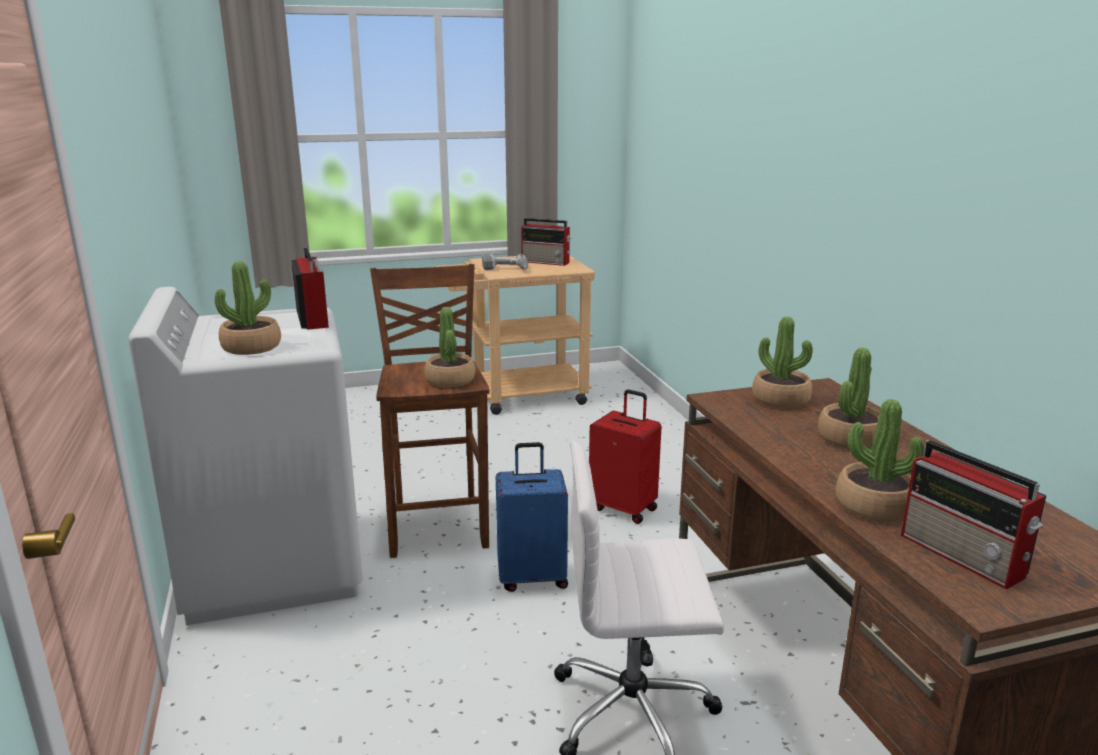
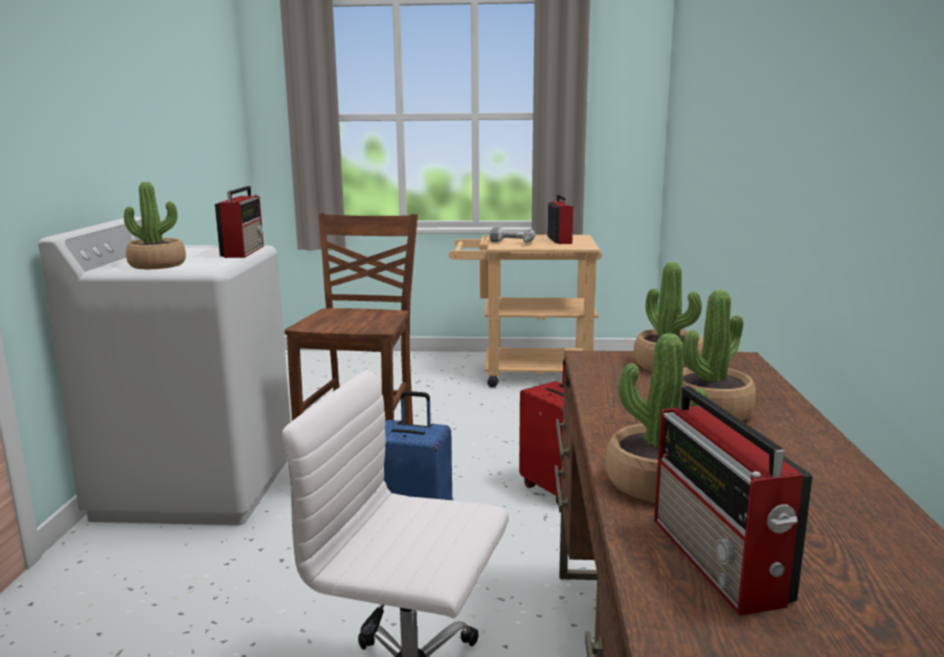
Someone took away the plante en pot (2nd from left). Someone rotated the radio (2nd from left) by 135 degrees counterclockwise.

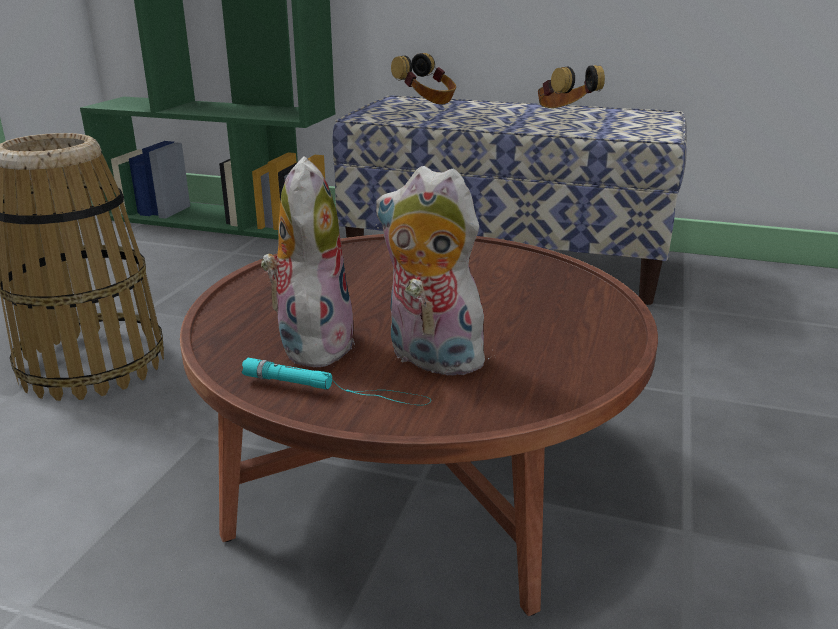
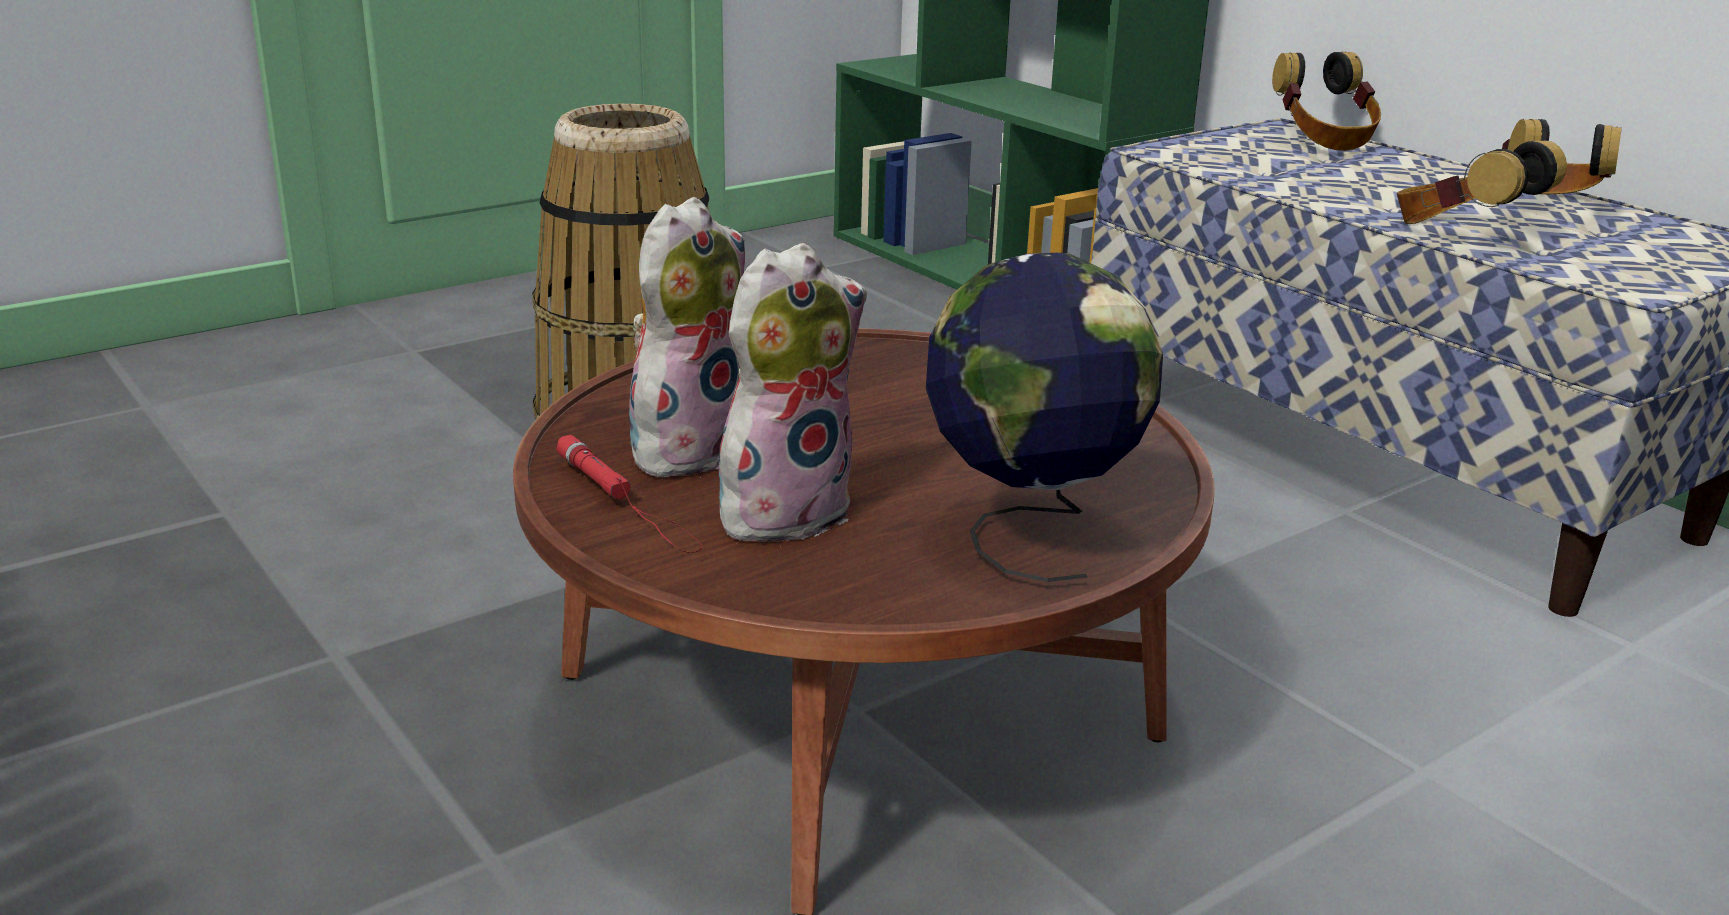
Someone put down the globe. Someone put down the casque audio (2nd from left). Someone repainted the lampe de poche (turquoise), which became the lampe de poche (rouge). Someone rotated the peluche (2nd from left) by 75 degrees clockwise.

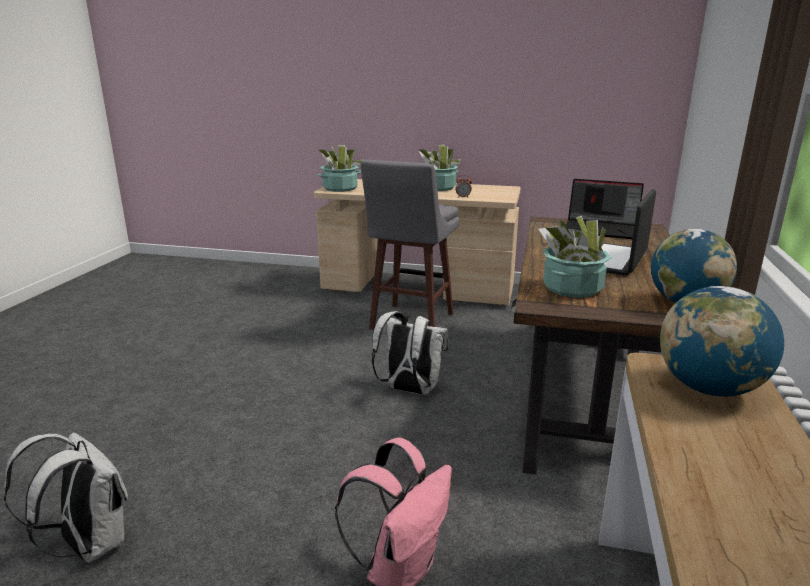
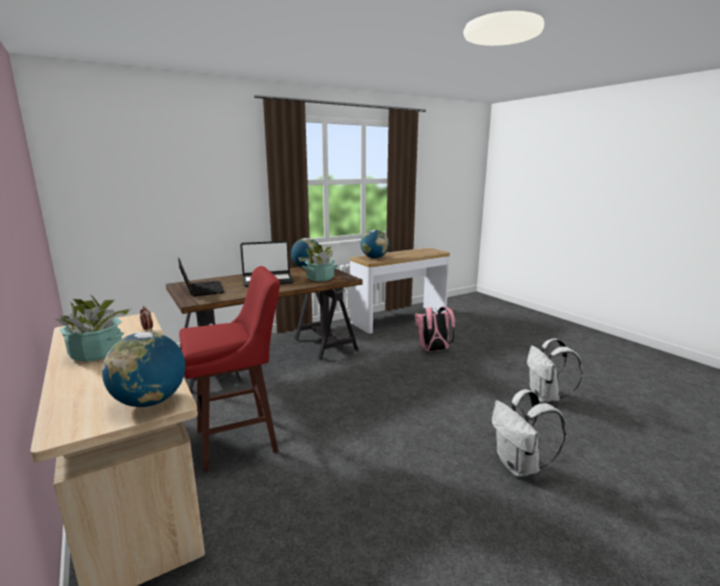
Someone carried the sac à dos (blanc) (2nd from left in the first image). Someone swapped the plante en pot (1st from left) for the globe (1st from left). Someone repainted the tabouret (gris), which became the tabouret (rouge).

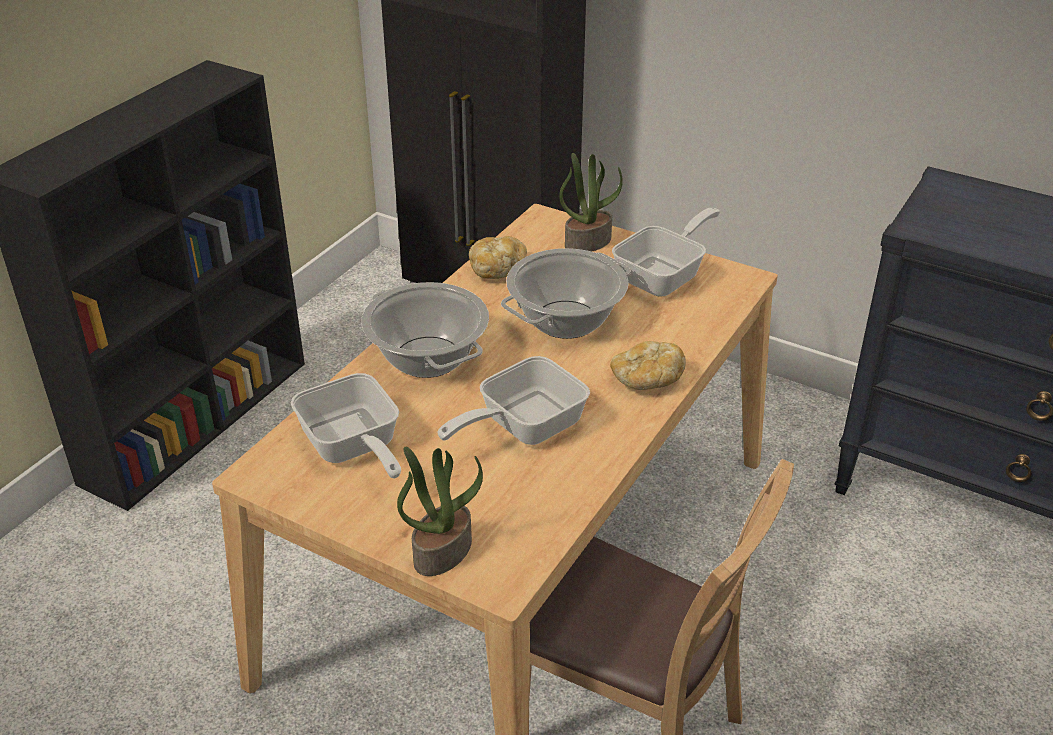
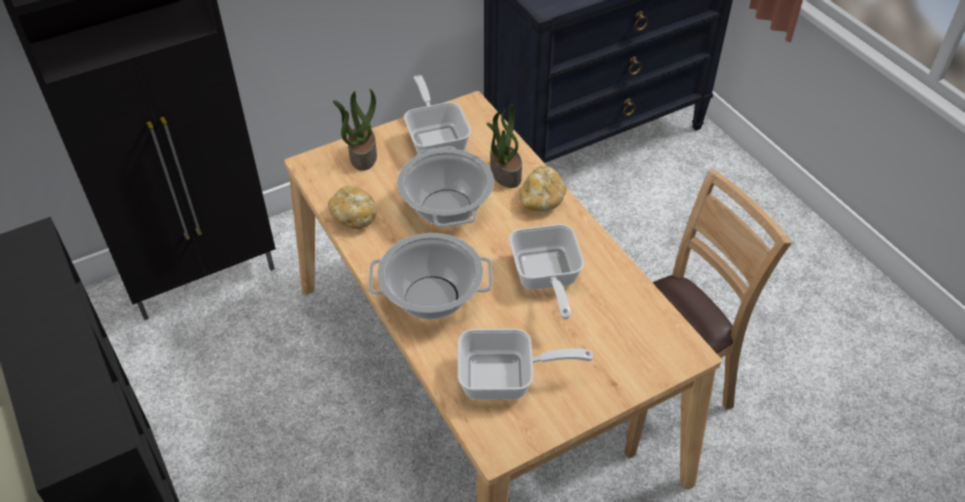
Someone carried the plante en pot (1st from left in the first image).

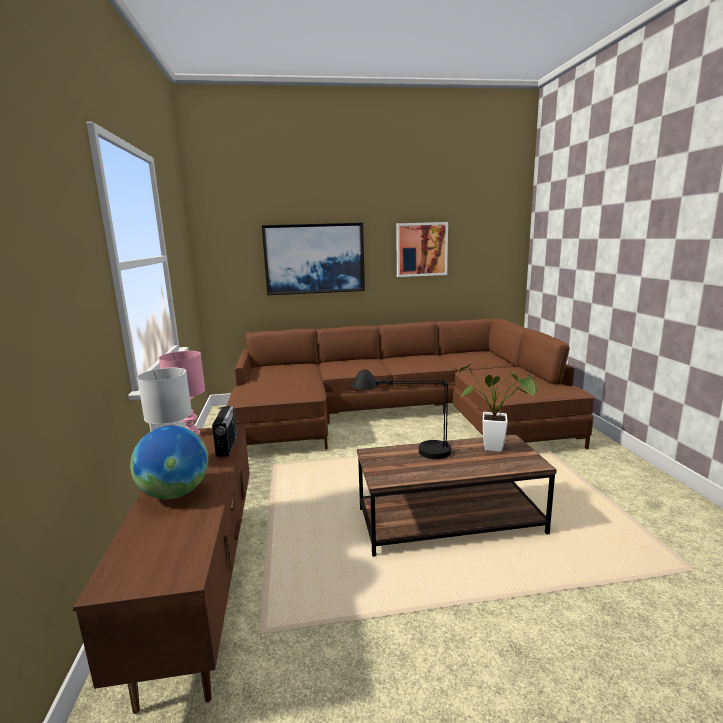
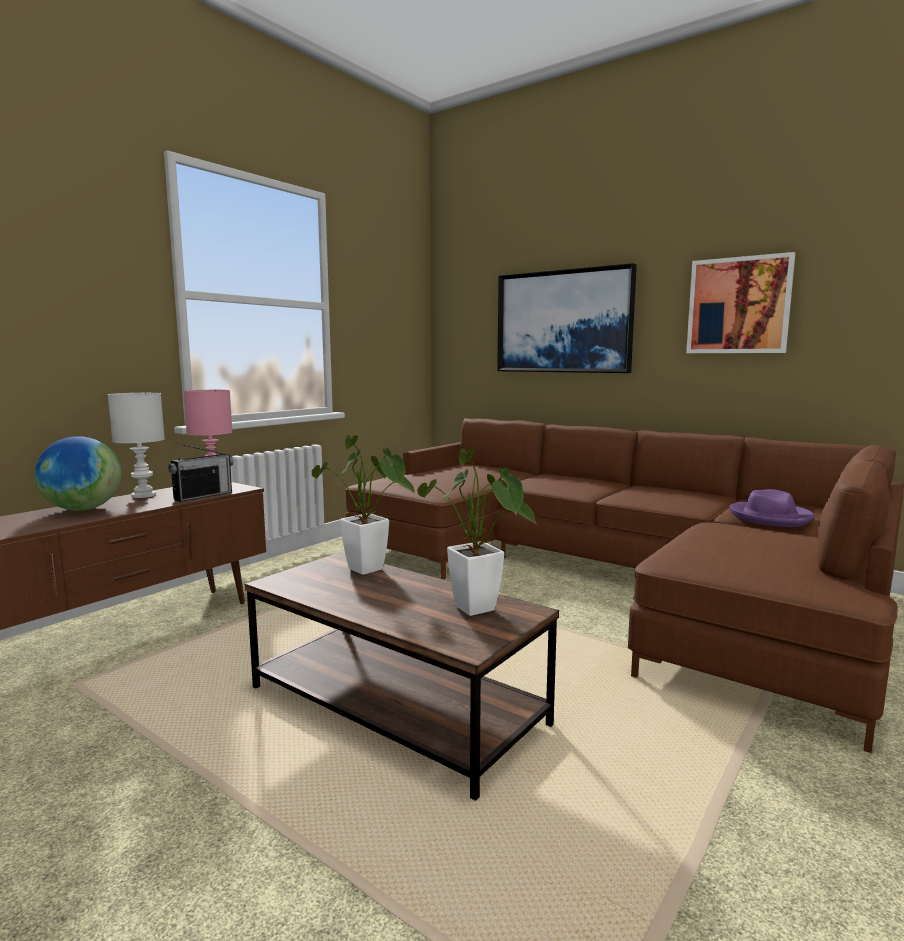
Someone put down the chapeau (violet). Someone swapped the lampe de table (noir) for the plante en pot (1st from left).

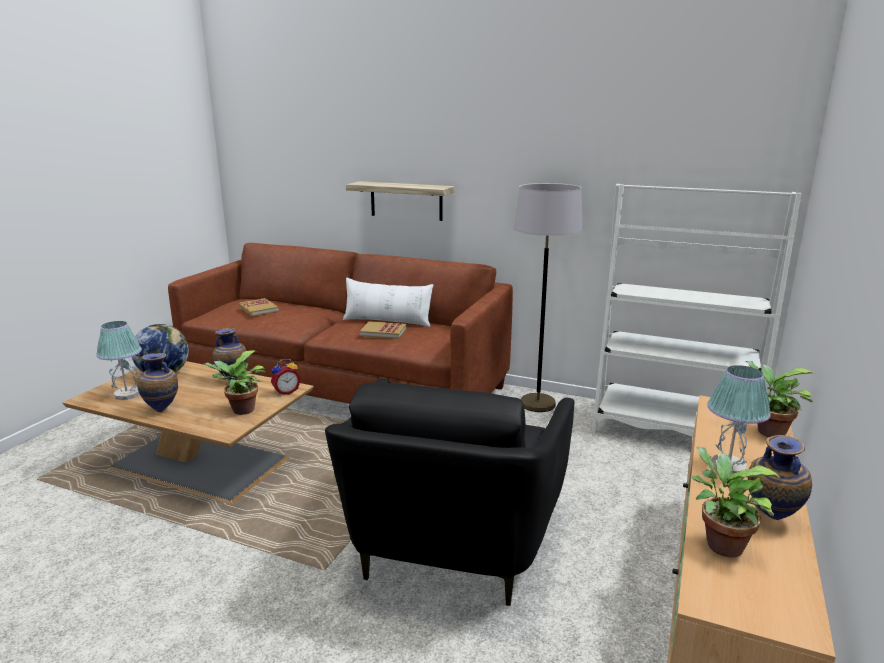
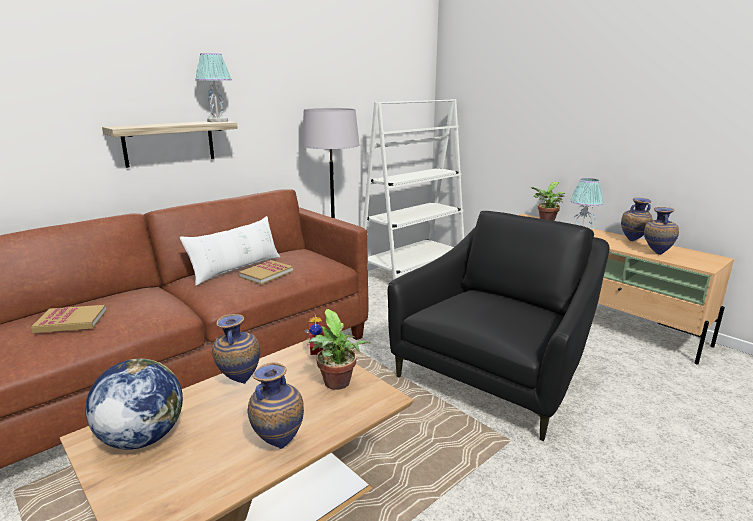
Someone carried the lampe de table (1st from left). Someone swapped the plante en pot (2nd from left) for the vase (4th from left). Someone rotated the fauteuil (noir) by 90 degrees counterclockwise.

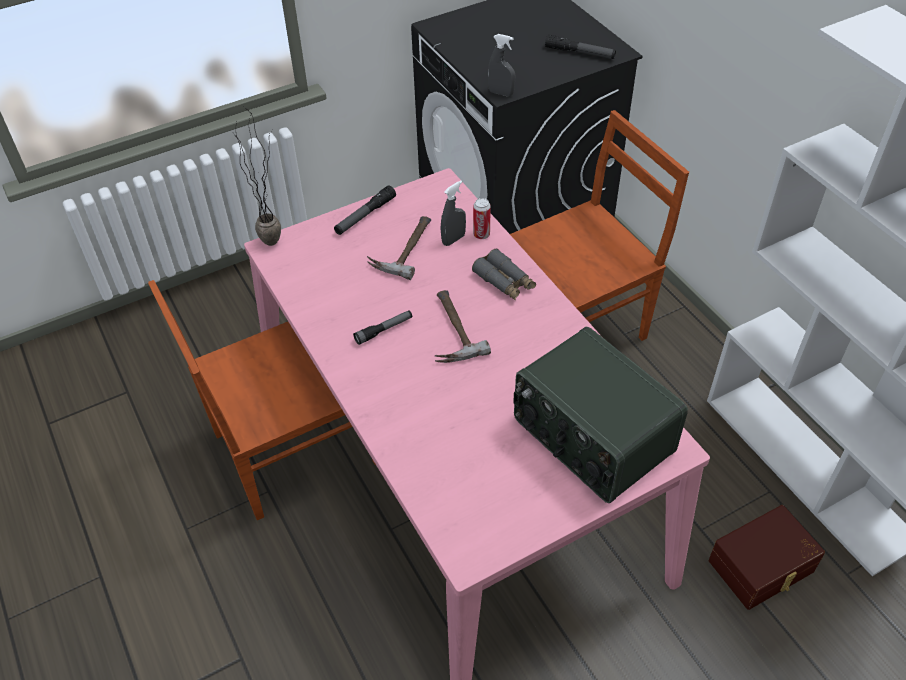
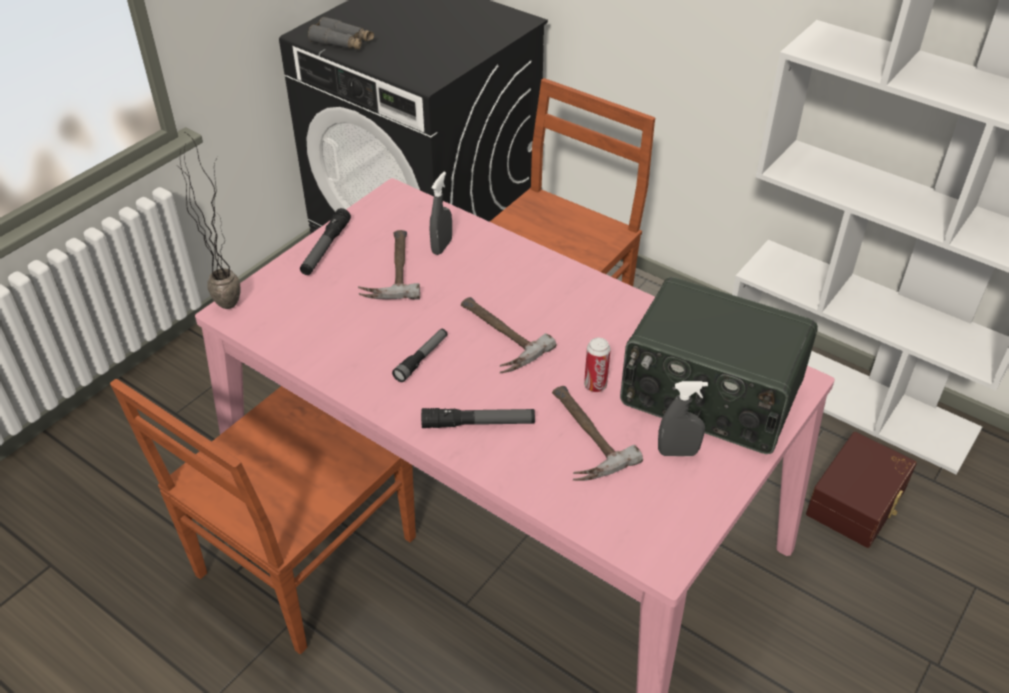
Someone put down the marteau (3rd from left). Someone carried the jumelles (gris). Someone carried the boîte métallique. Someone carried the vaporisateur (gris) (2nd from left). Someone carried the lampe de poche (3rd from left).

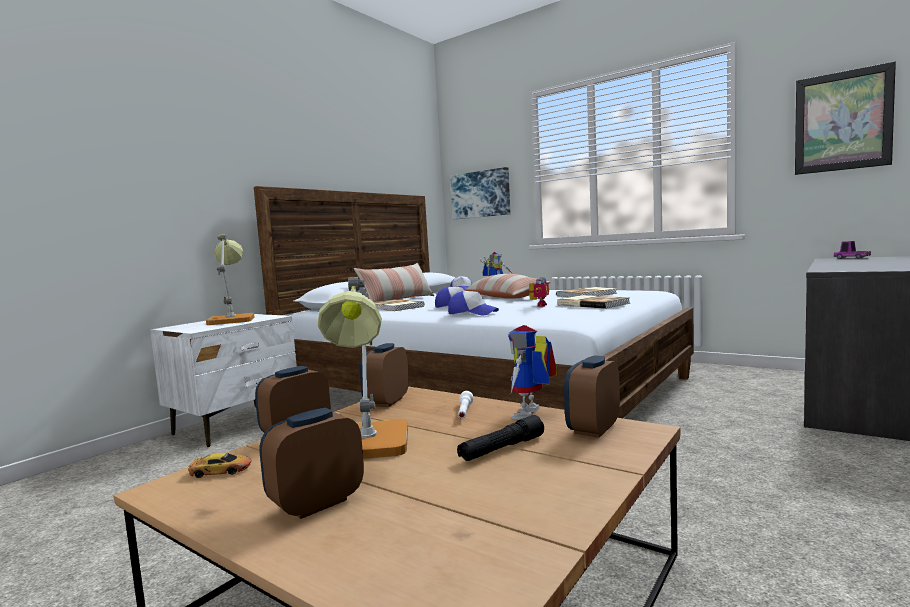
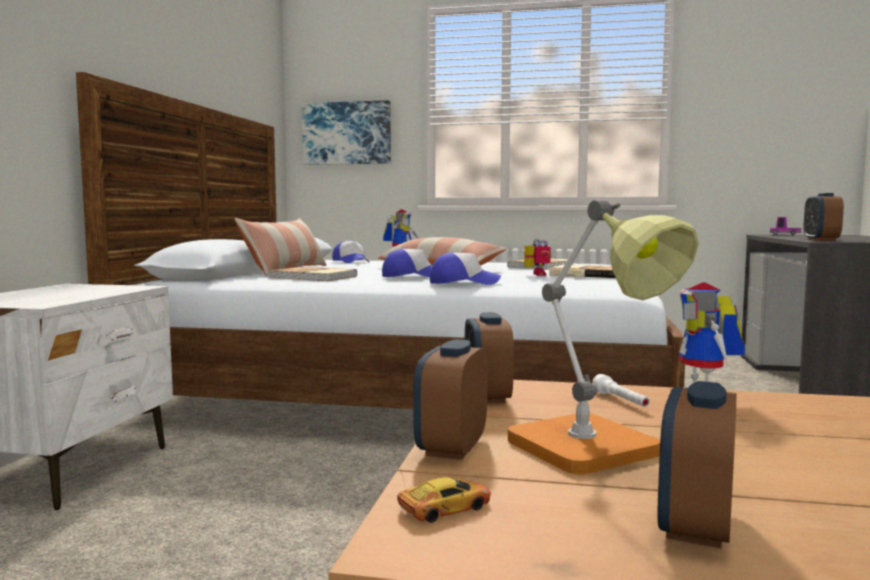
Someone took away the lampe de table (1st from left). Someone took away the lampe de poche (noir). Someone took away the tableau (2nd from left). Someone carried the réveil (4th from left).

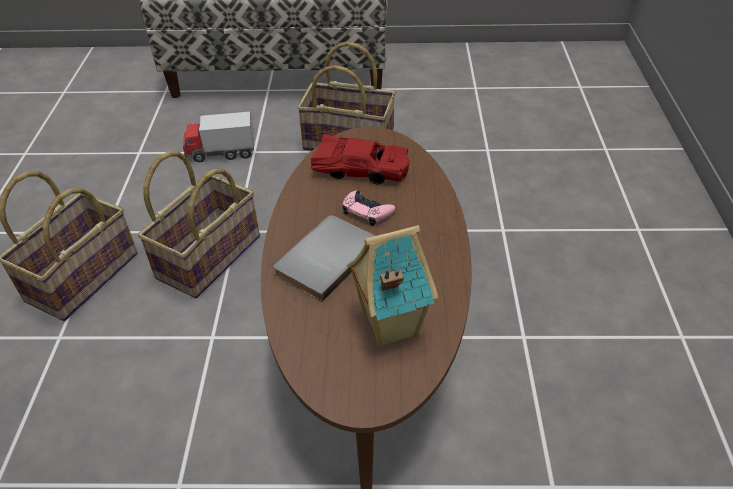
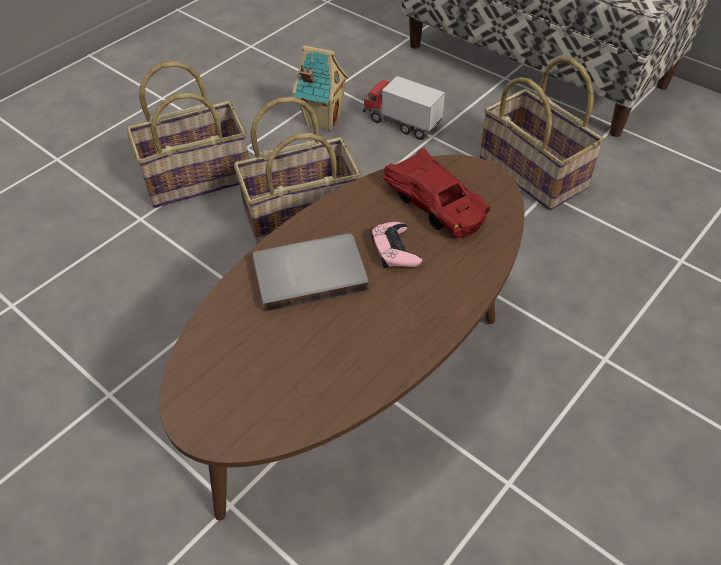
Someone carried the maison miniature.

